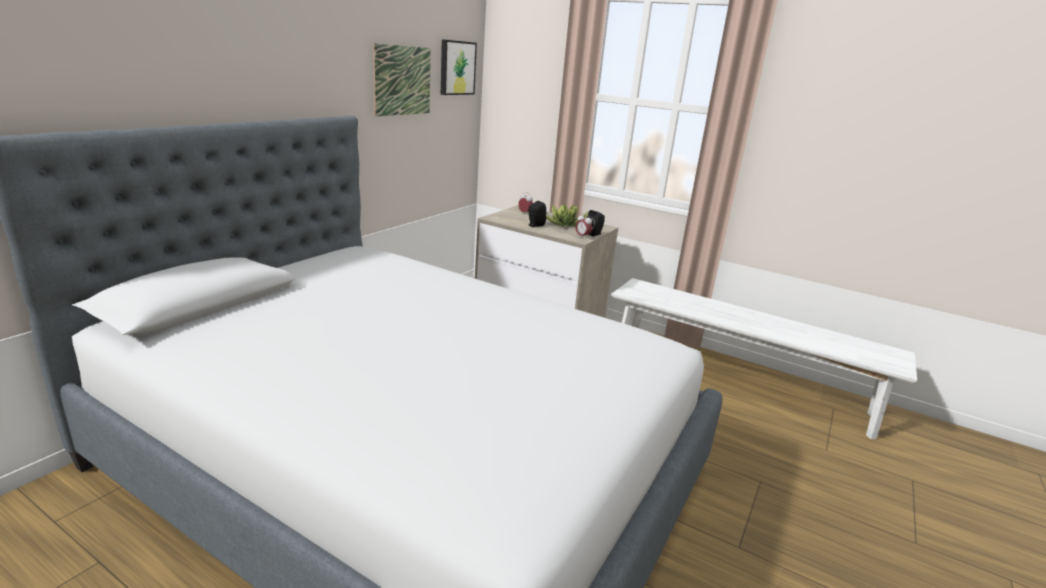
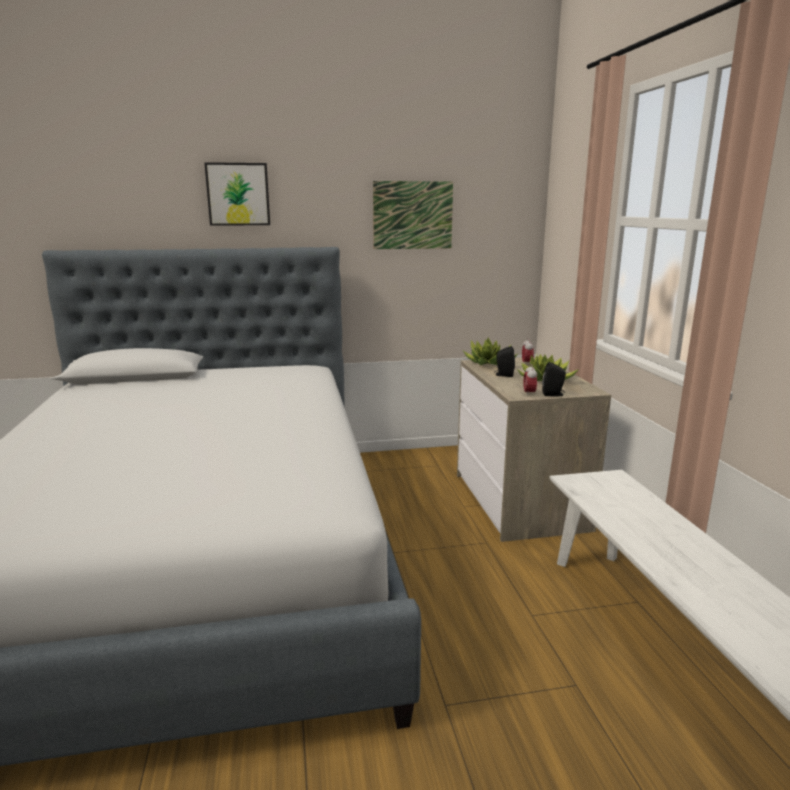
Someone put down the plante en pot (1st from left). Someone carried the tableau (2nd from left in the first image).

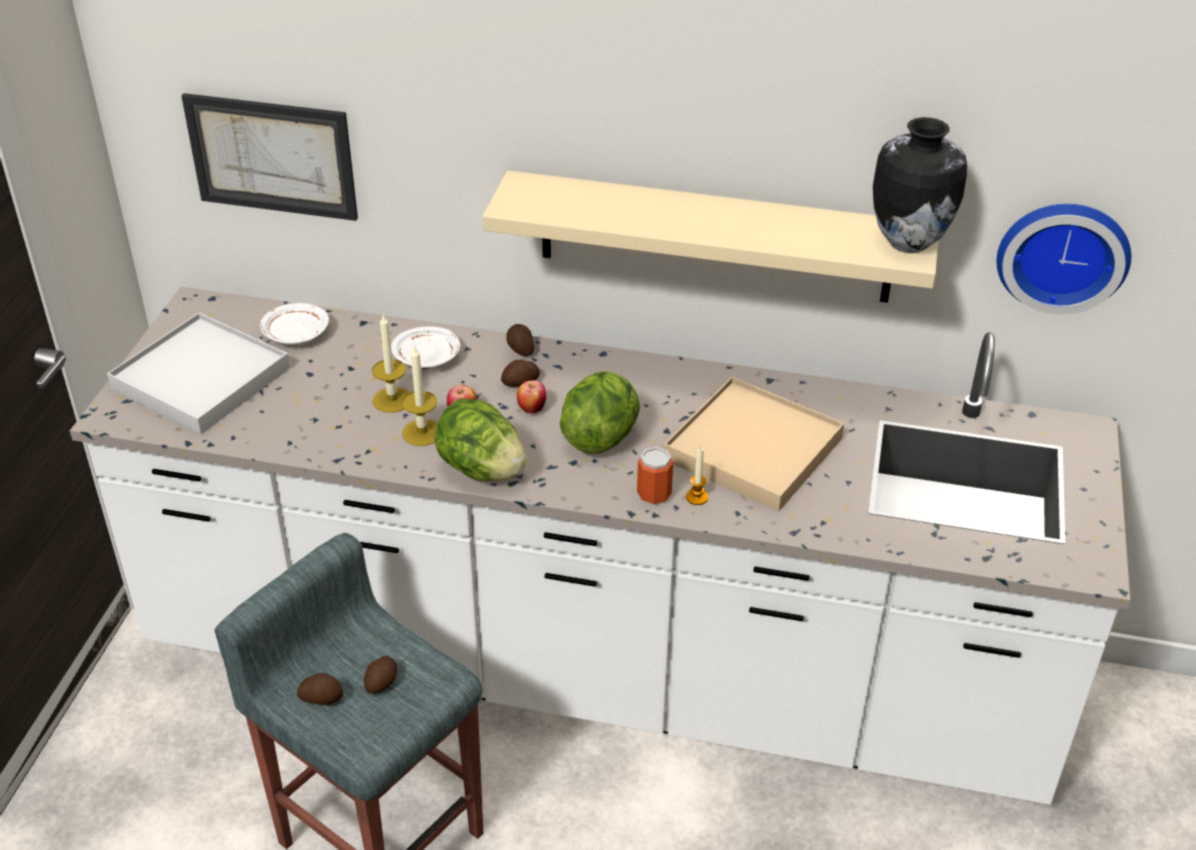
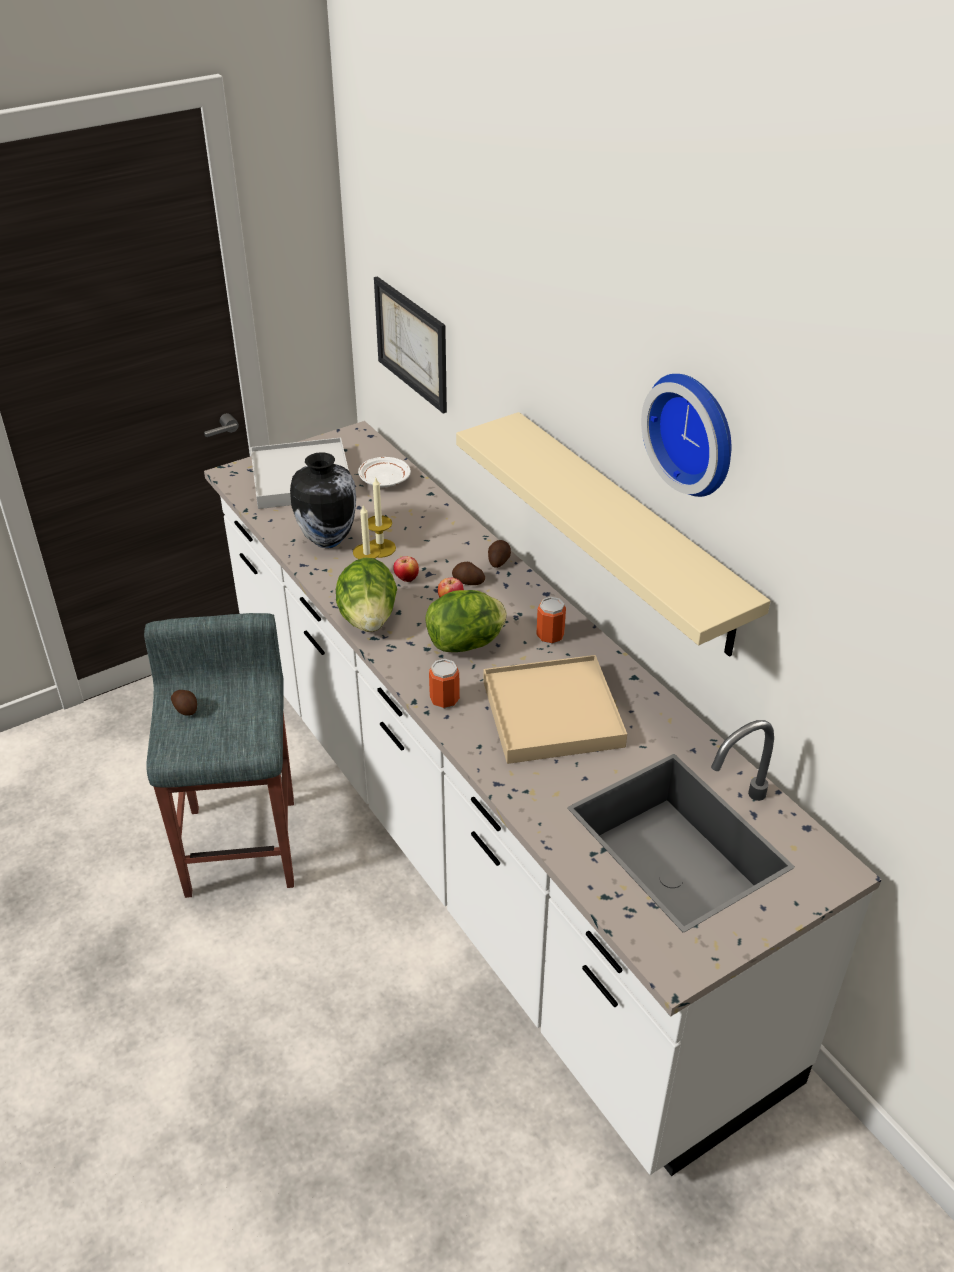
Someone took away the pomme de terre (2nd from left). Someone took away the assiette (blanc) (2nd from left). Someone took away the bougie (3rd from left). Someone put down the boîte métallique (2nd from left). Someone carried the vase. Someone carried the horloge murale.

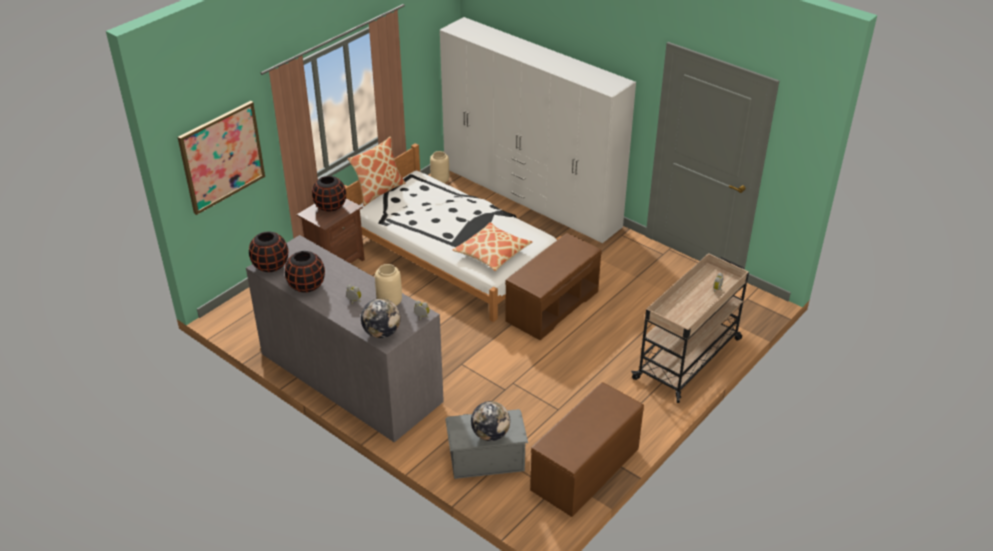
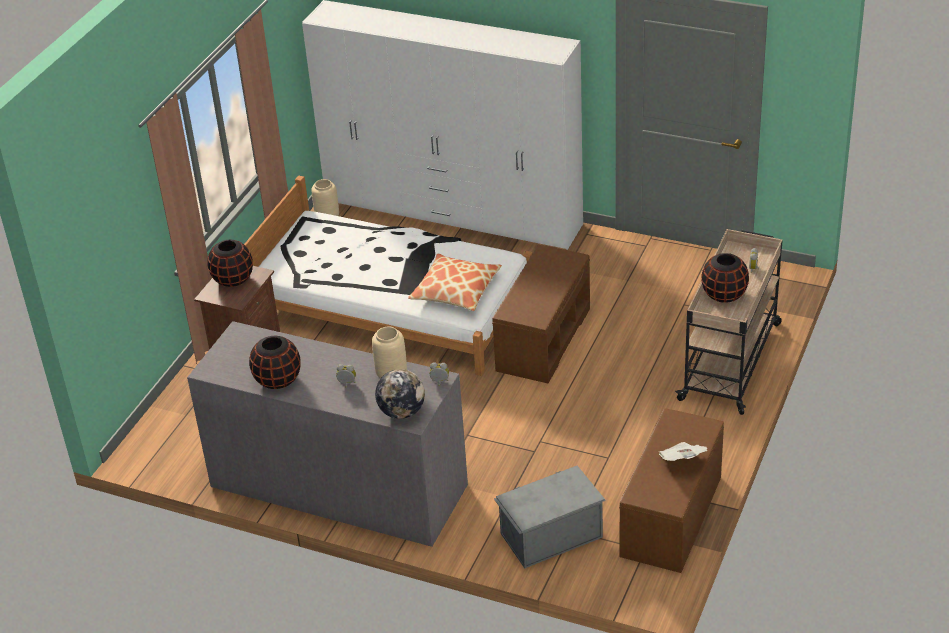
Someone took away the tableau. Someone took away the coussin (1st from left). Someone took away the globe (2nd from left). Someone put down the journal. Someone carried the vase (noir) (1st from left in the first image).

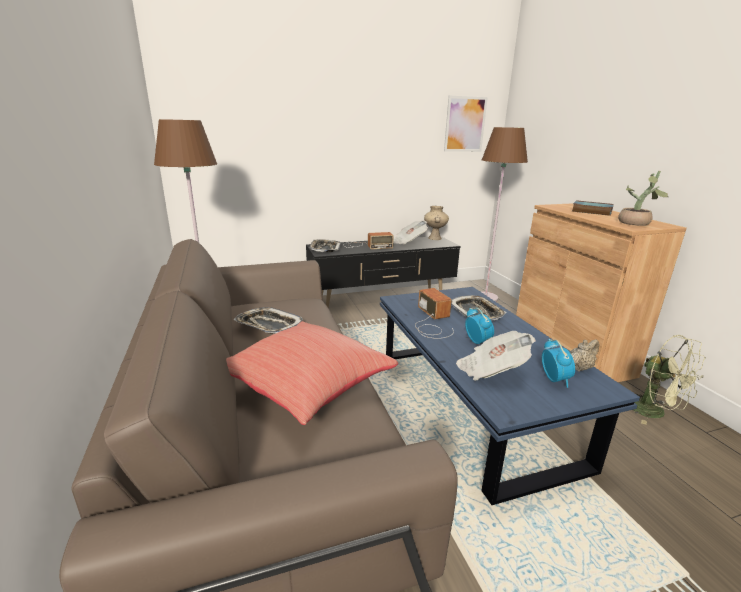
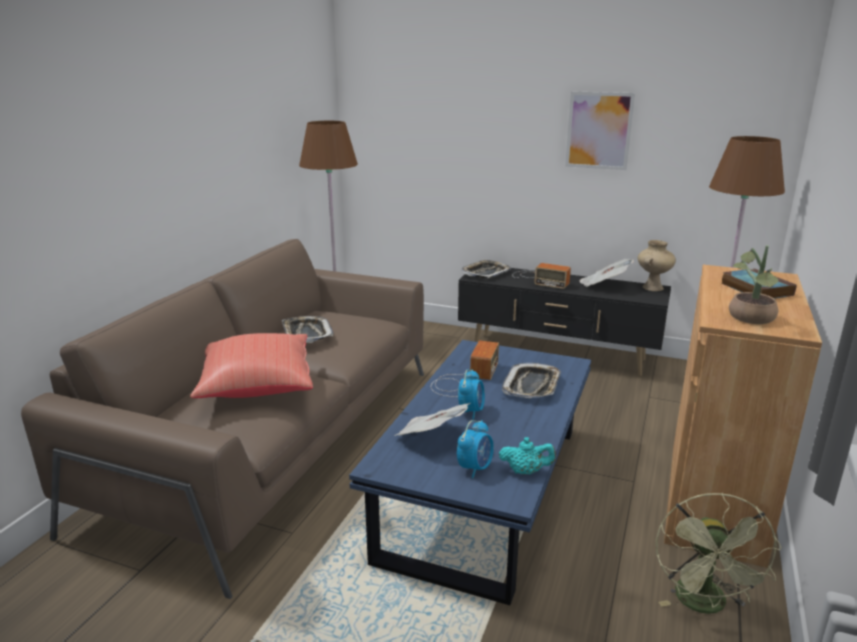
Someone carried the tableau. Someone repainted the théière (beige), which became the théière (turquoise).

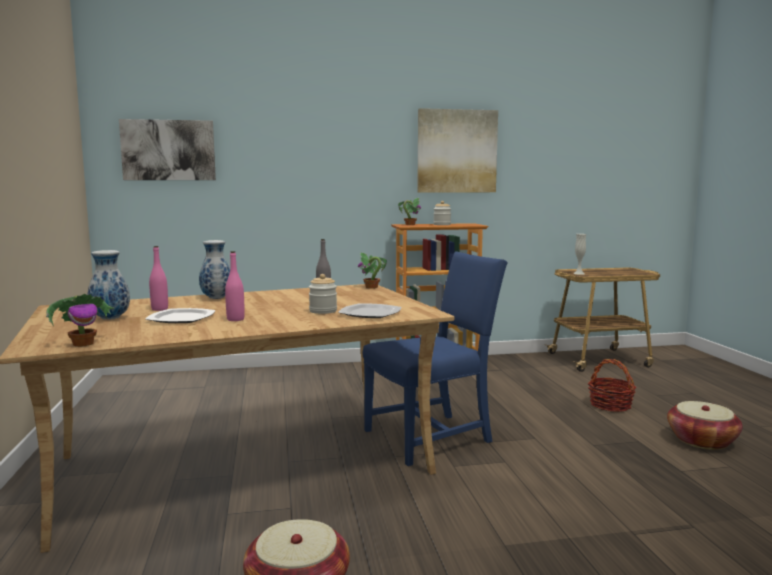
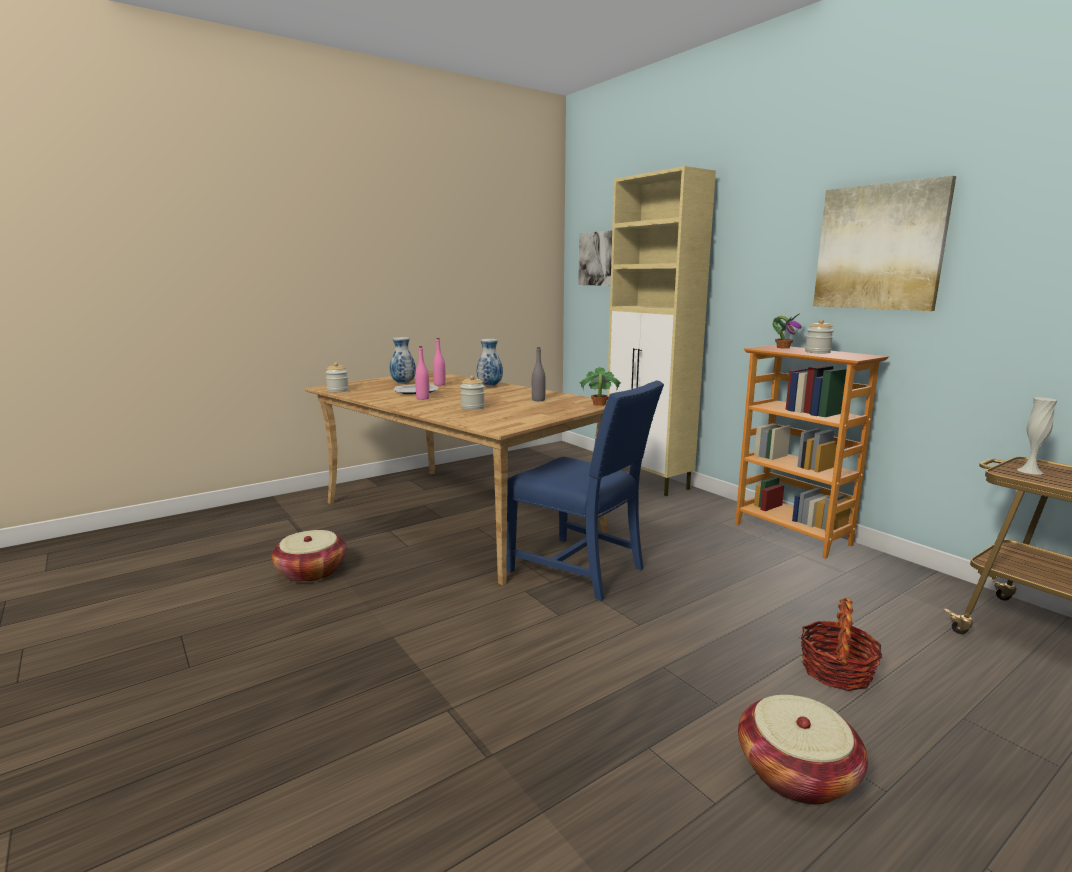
Someone took away the assiette (2nd from left). Someone put down the meuble de rangement (beige). Someone swapped the plante en pot (1st from left) for the bocal (1st from left).

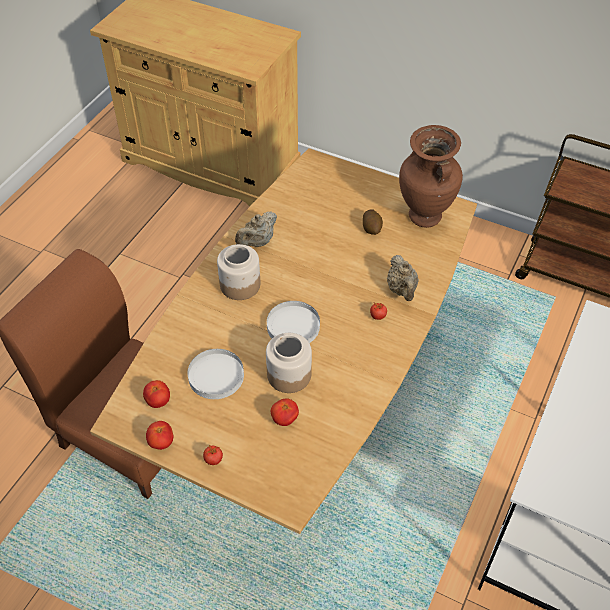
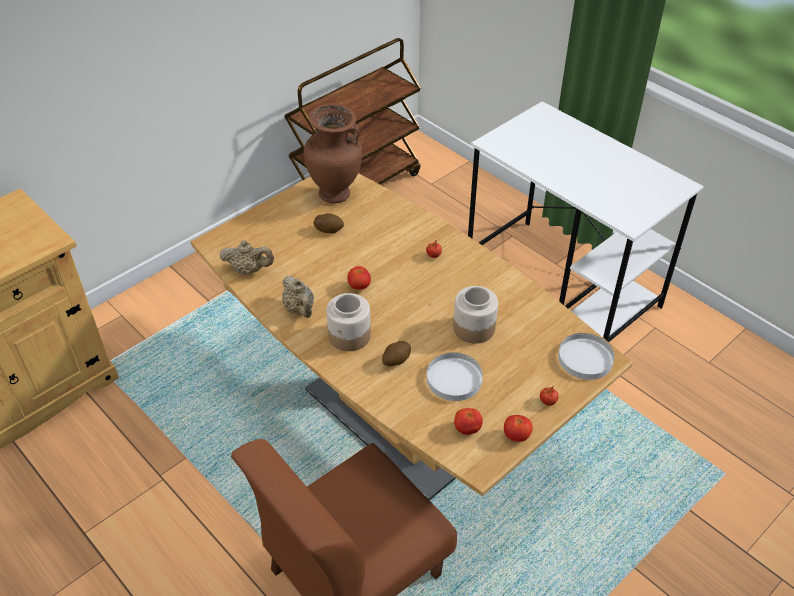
Someone put down the pomme de terre (2nd from left). Someone carried the assiette (blanc) (2nd from left). Someone carried the tomate (4th from left in the first image). Someone carried the théière (beige) (2nd from left in the first image).

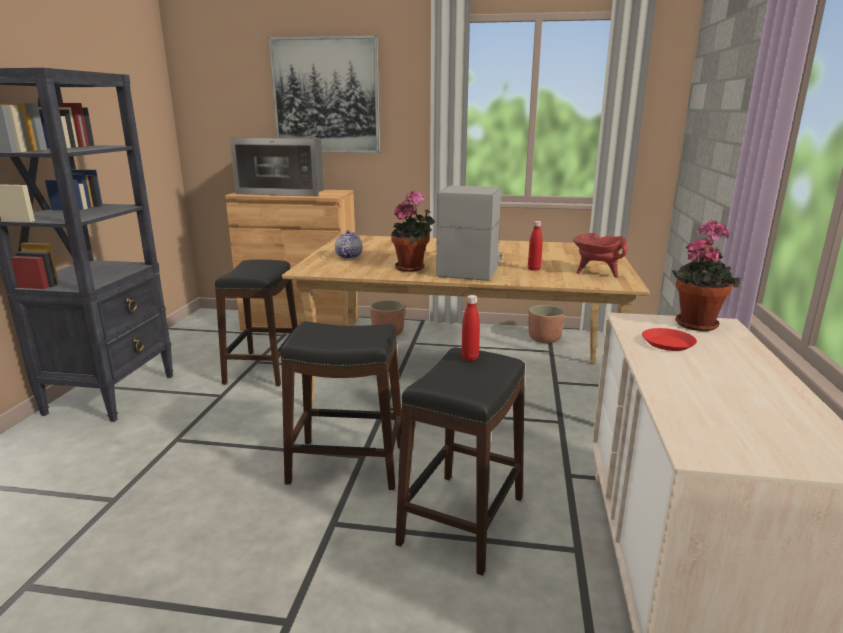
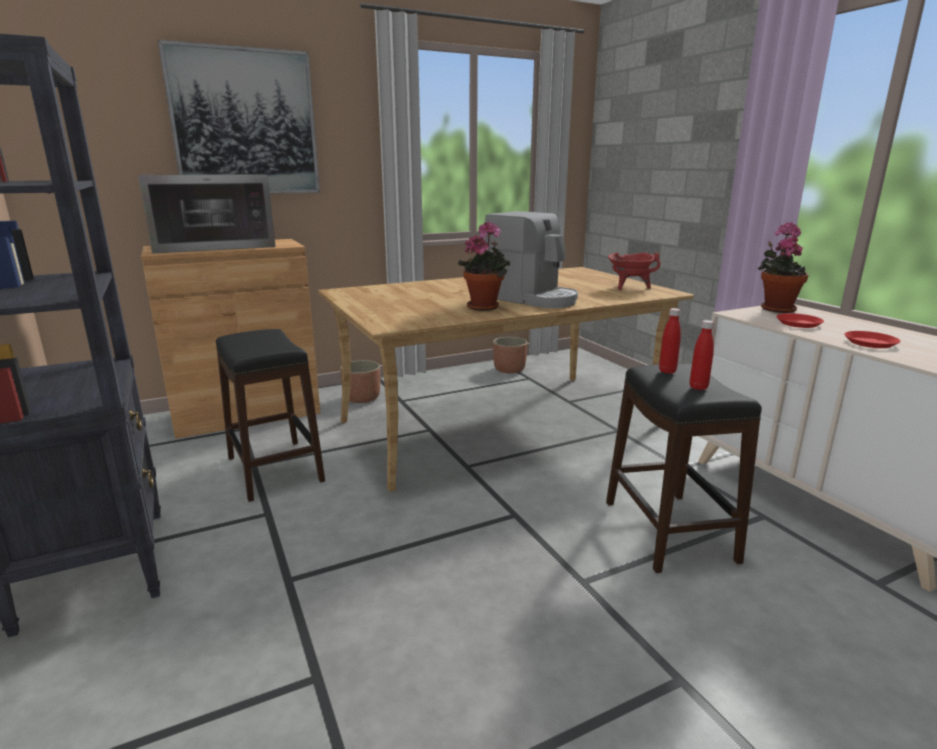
Someone took away the tabouret (noir) (2nd from left). Someone took away the théière. Someone put down the assiette (rouge) (2nd from left). Someone carried the bouteille (rouge) (2nd from left). Someone rotated the machine à café by 150 degrees clockwise.

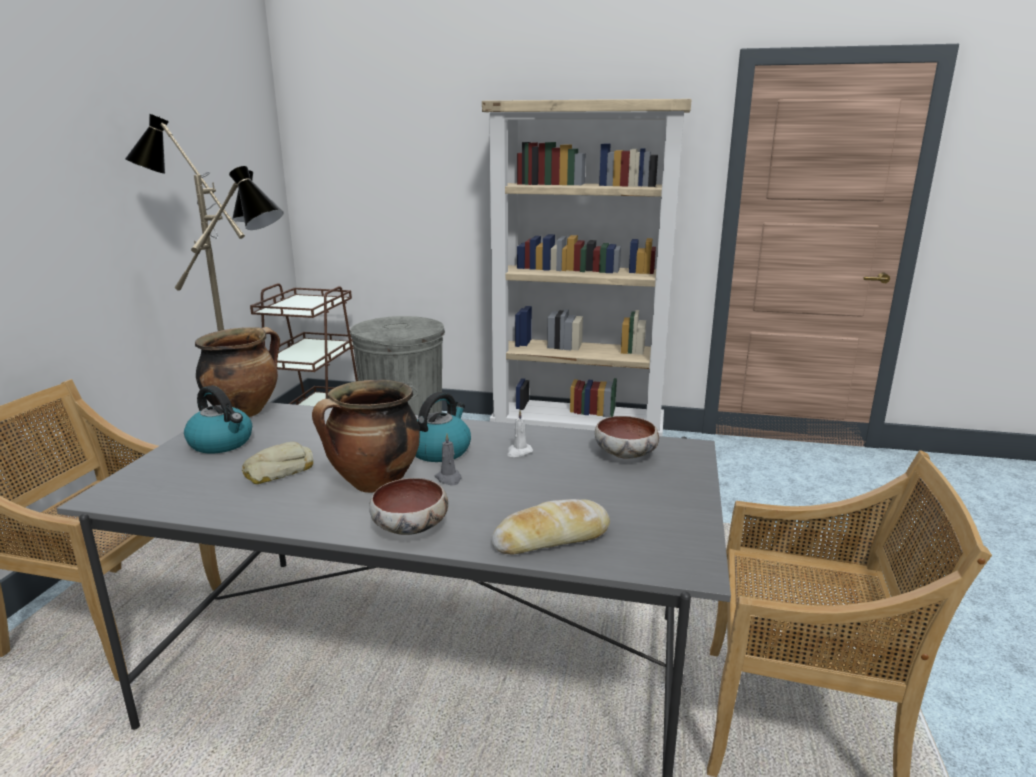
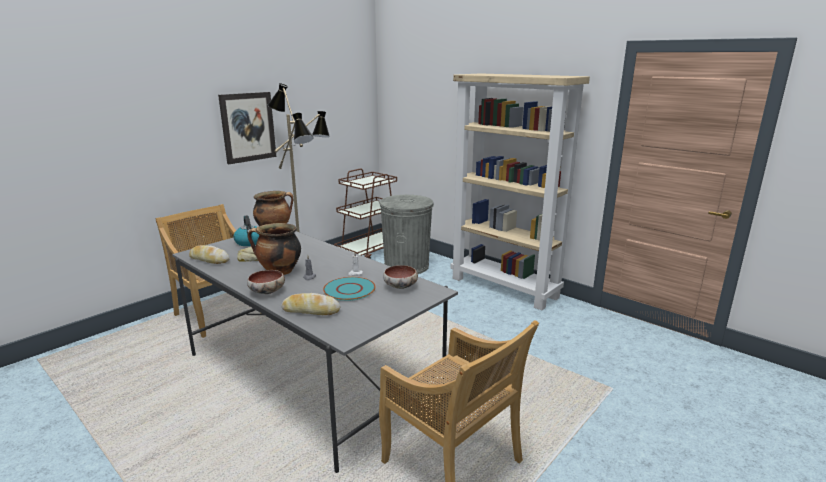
Someone took away the bouilloire (2nd from left). Someone put down the pain (1st from left). Someone put up the tableau. Someone put down the assiette (turquoise).

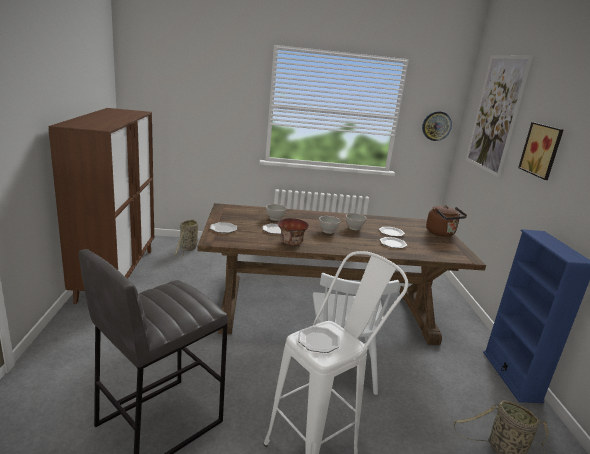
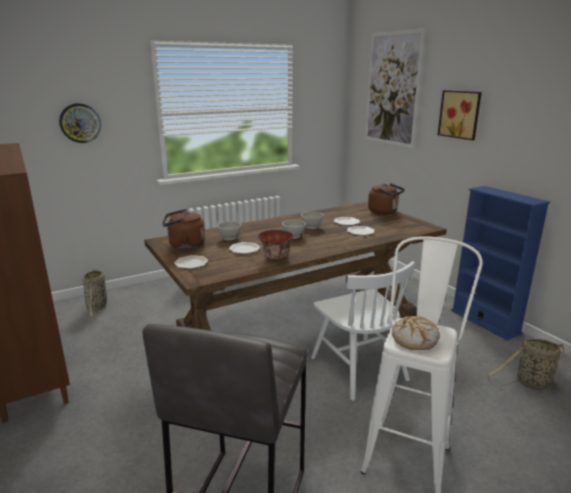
Someone put down the bouilloire (marron) (1st from left). Someone carried the horloge murale. Someone swapped the assiette (3rd from left) for the pain.

